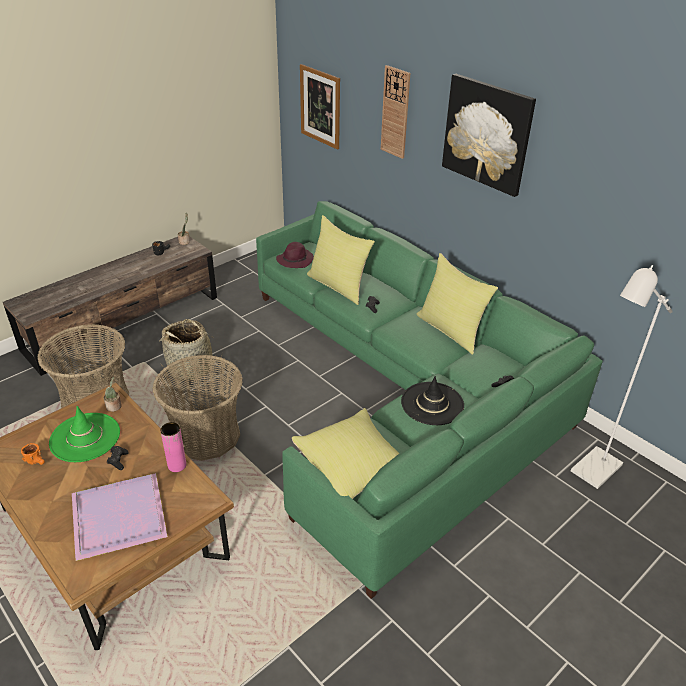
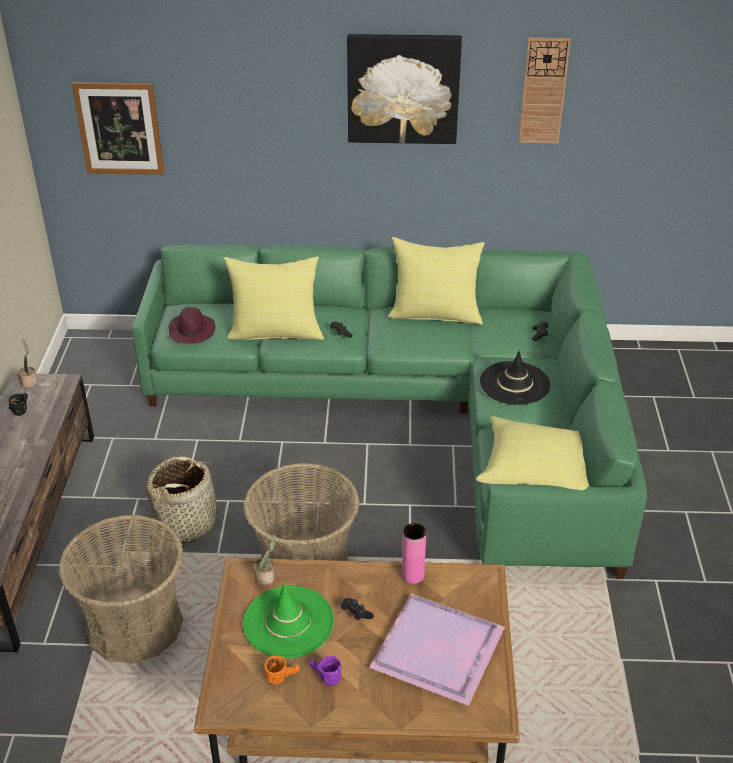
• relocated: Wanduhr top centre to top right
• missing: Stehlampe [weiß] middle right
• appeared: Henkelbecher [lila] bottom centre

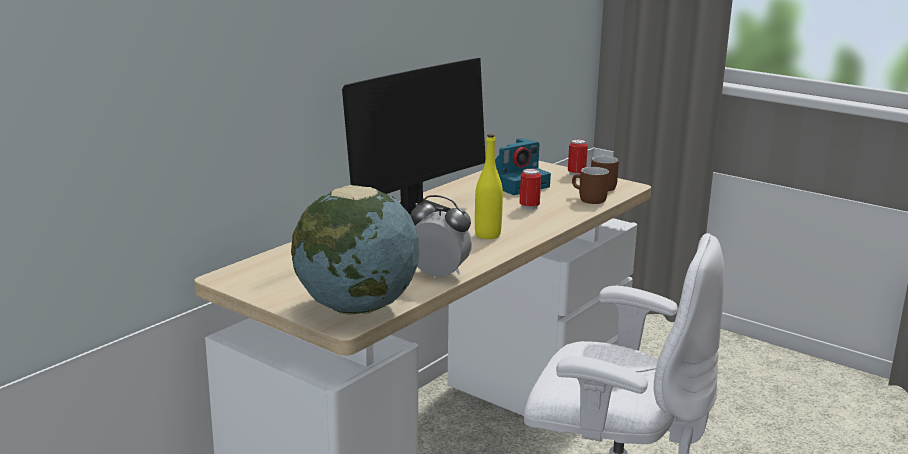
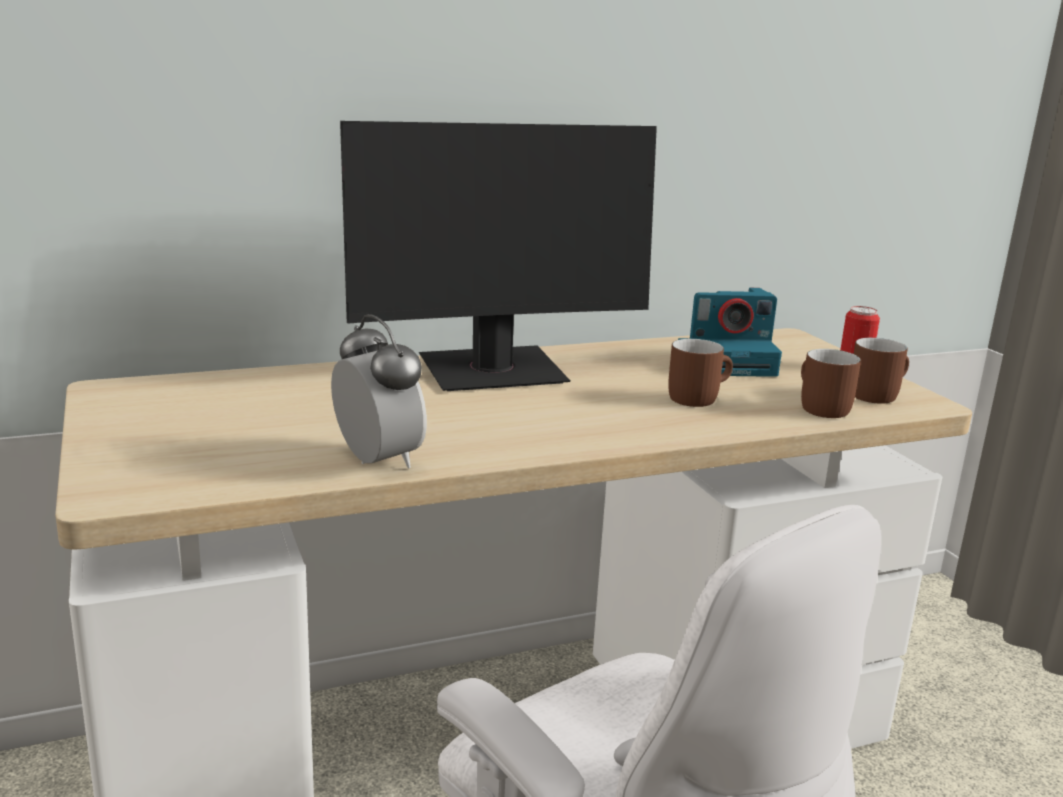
• missing: Globus centre
• missing: Flasche [gelb] centre
• exchanged: Dose (no. 1 from left) centre to Henkelbecher [braun] (no. 1 from left) centre

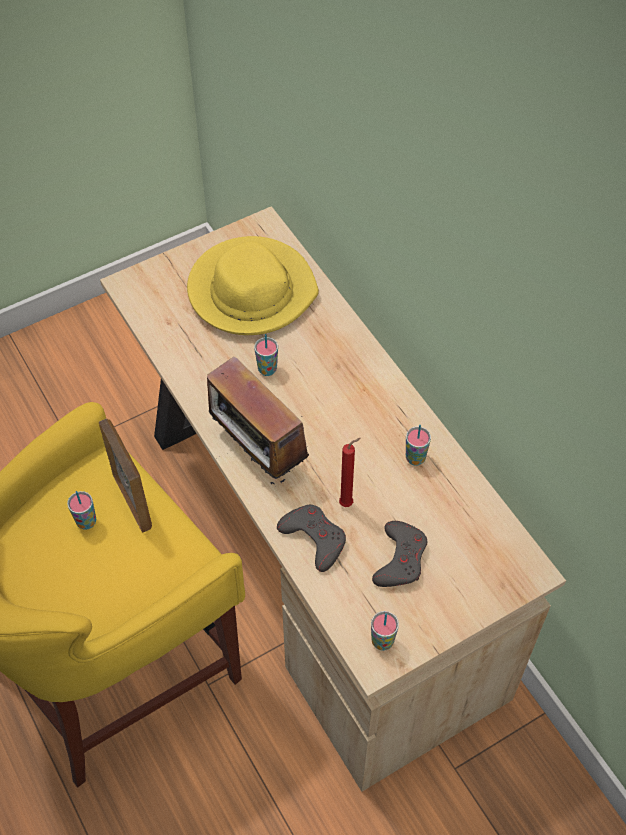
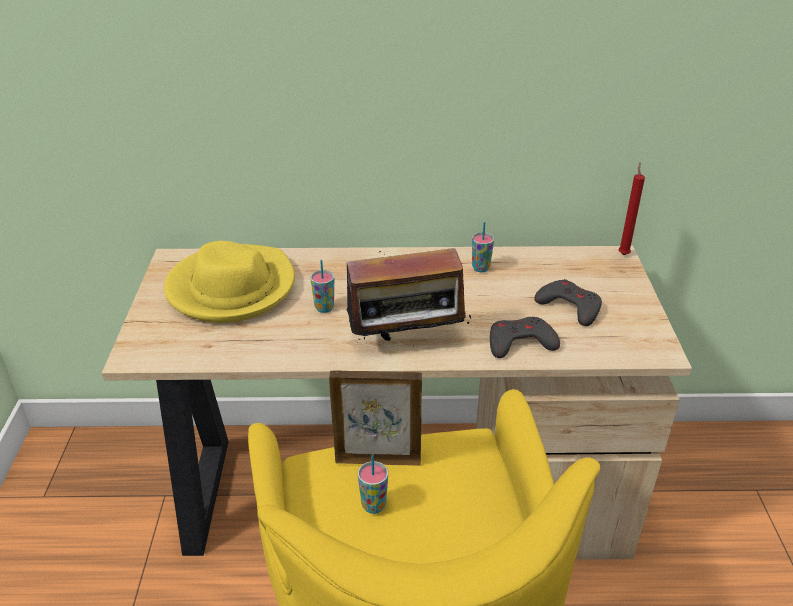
• relocated: Kerze [rot] centre to middle right
• missing: Tasse (no. 3 from left) bottom centre

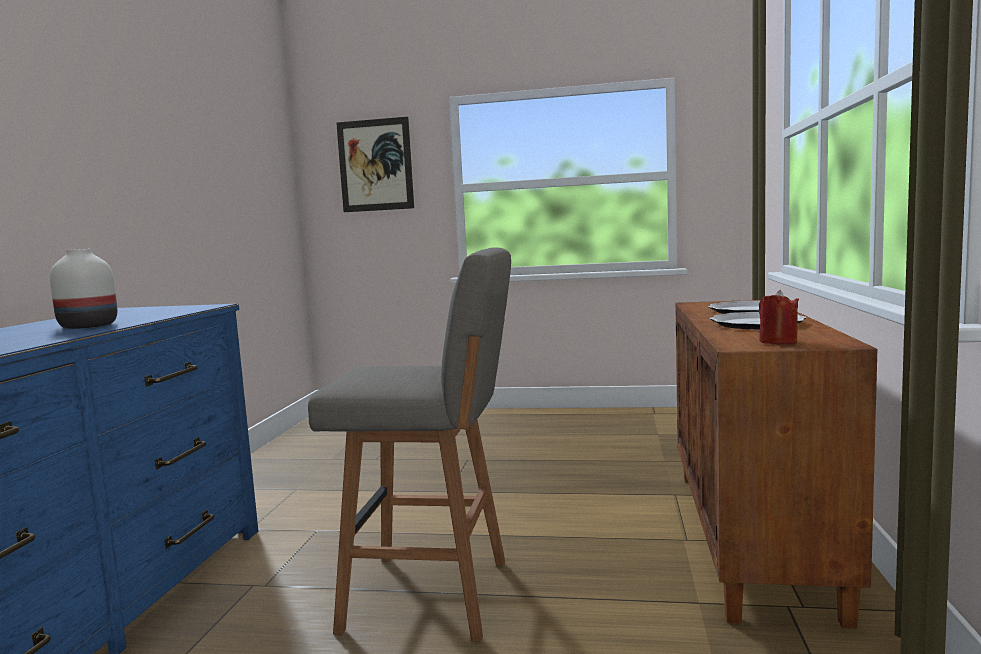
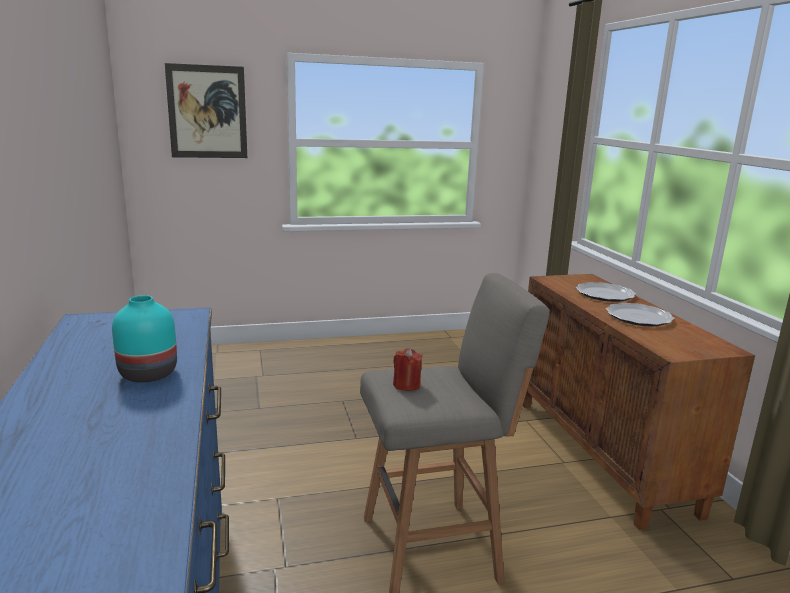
• colour: Vase [weiß] middle left to Vase [türkis] middle left
• relocated: Kerze [rot] middle right to centre

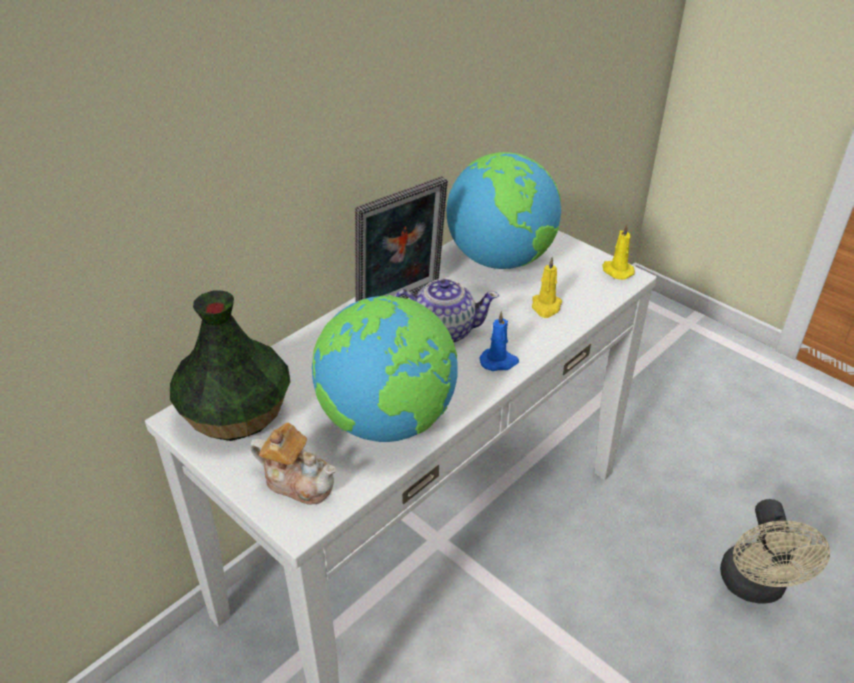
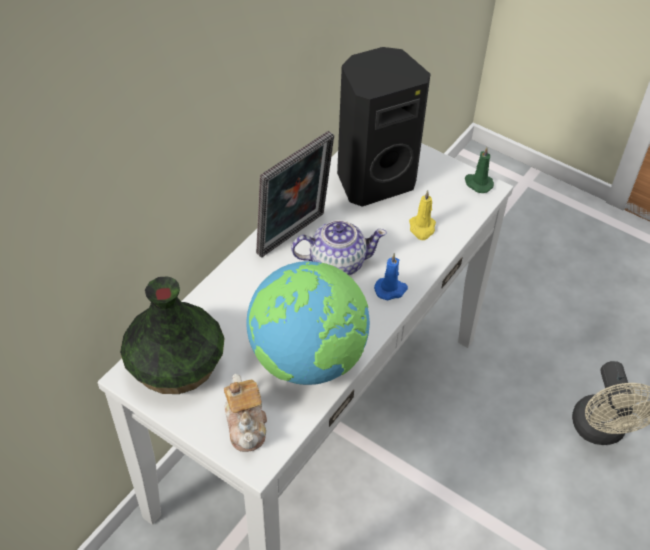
• spun: Teekanne (no. 1 from left) bottom centre = bottom centre 60 degrees clockwise
• exchanged: Globus (no. 2 from left) top centre to Lautsprecher [schwarz] top centre
• colour: Kerze [gelb] (no. 2 from left) middle right to Kerze [grün] top right

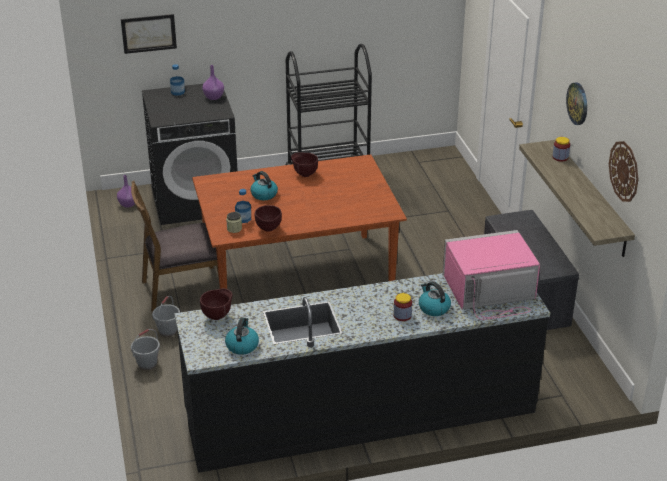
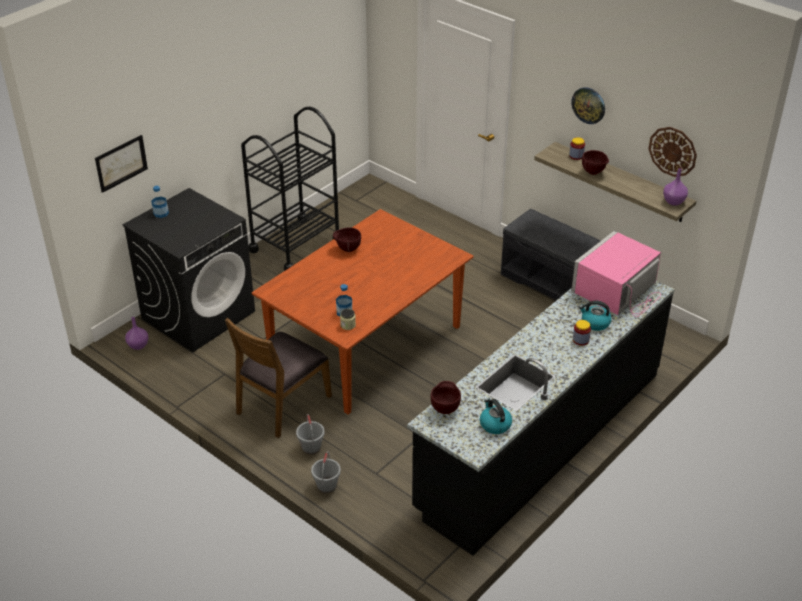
• relocated: Vase [lila] (no. 2 from left) top left to top right
• missing: Wasserkessel (no. 2 from left) centre
• relocated: Schüssel [braun] (no. 2 from left in the first image) centre to Schüssel [braun] (no. 3 from left) top right

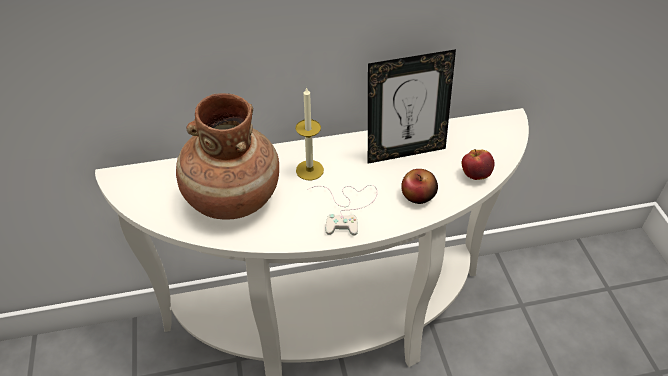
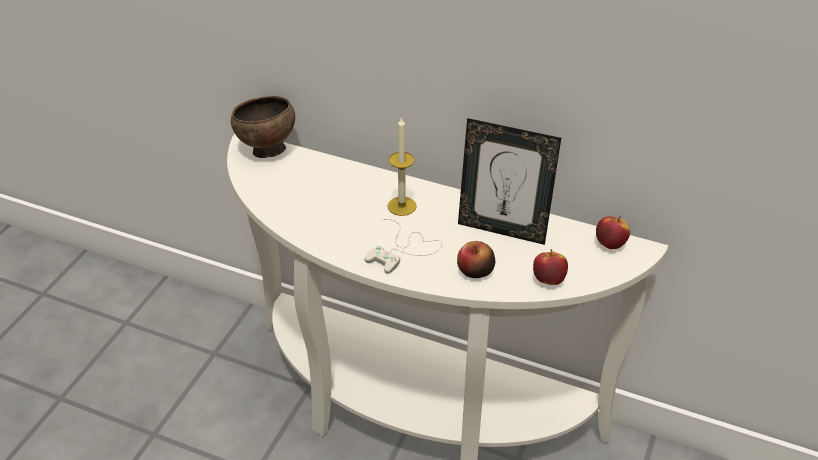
• missing: Vase [braun] centre
• appeared: Schüssel [braun] top left
• appeared: Apfel (no. 3 from left) middle right

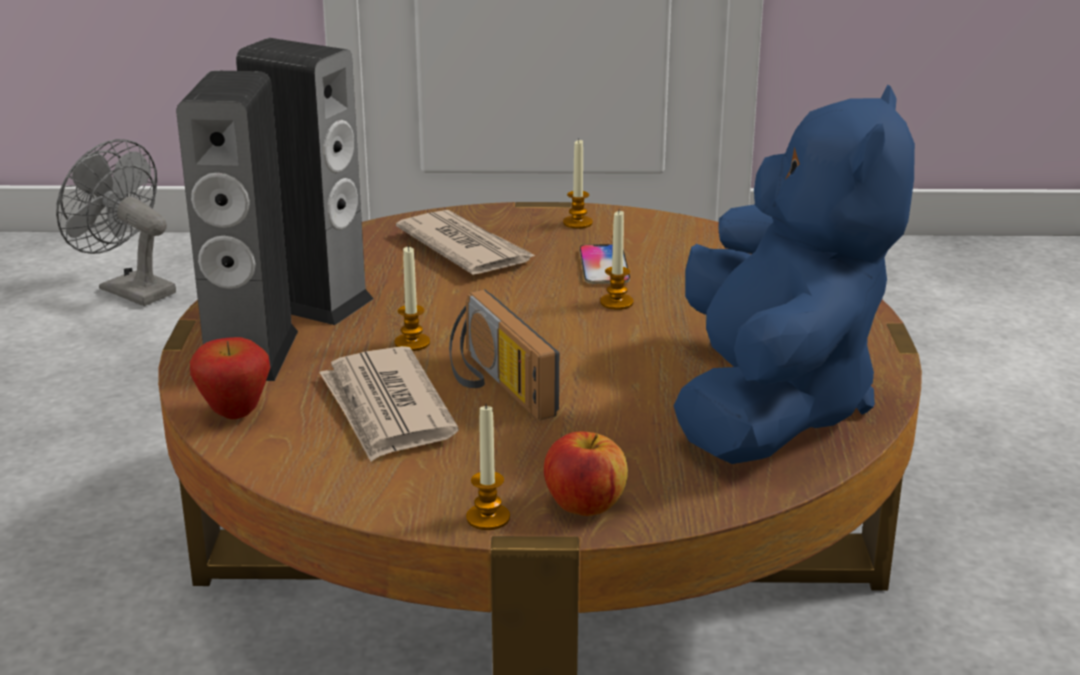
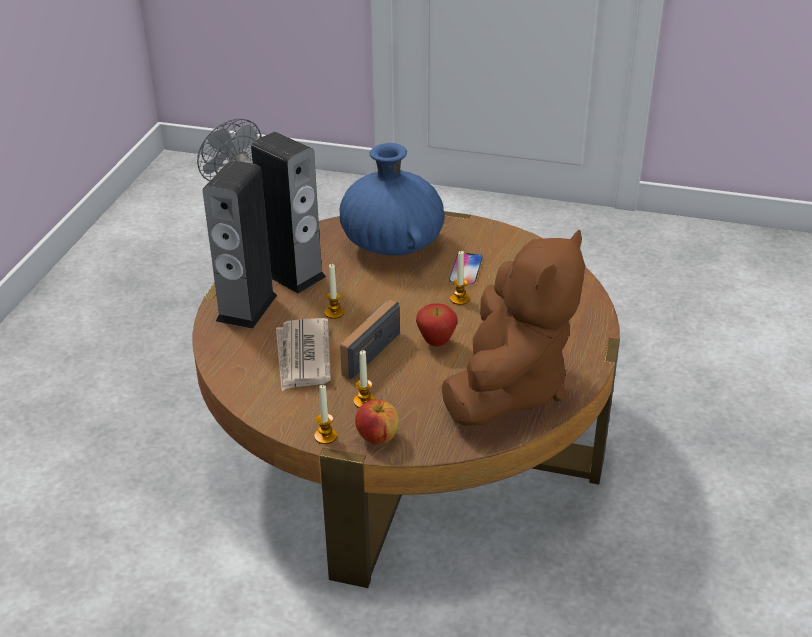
• relocated: Apfel (no. 1 from left in the first image) middle left to Apfel (no. 2 from left) centre
• exchanged: Zeitung (no. 2 from left) centre to Vase [blau] top centre
• spun: Radio centre = centre 45 degrees clockwise
• relocated: Kerze (no. 3 from left) top centre to centre
• colour: Plüschtier [blau] middle right to Plüschtier [braun] centre

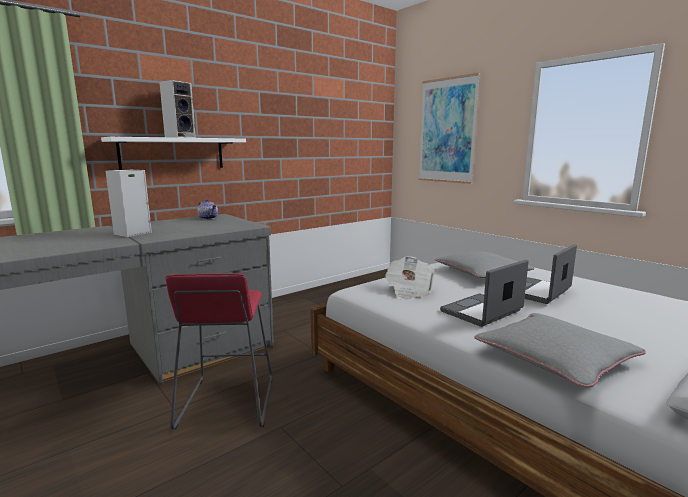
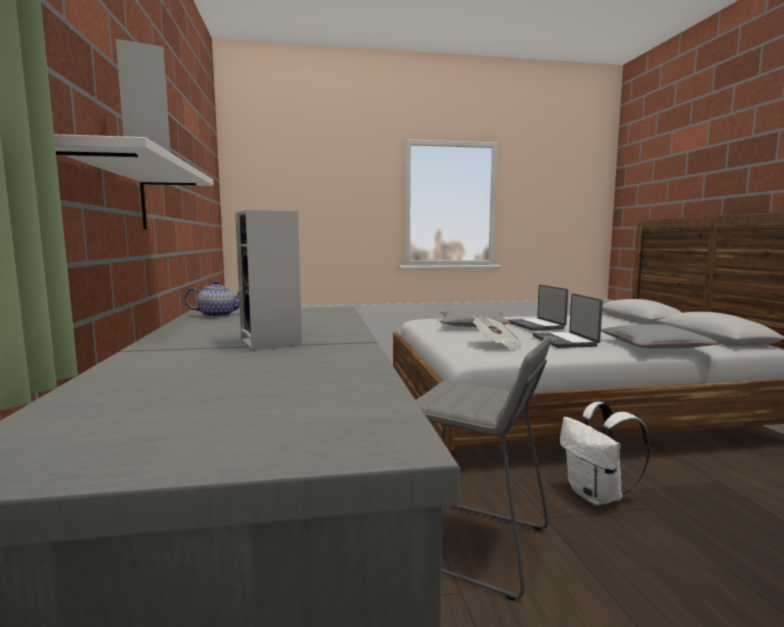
• colour: Hocker [rot] bottom left to Hocker [grau] bottom centre
• missing: Bild top centre
• appeared: Rucksack [weiß] bottom right

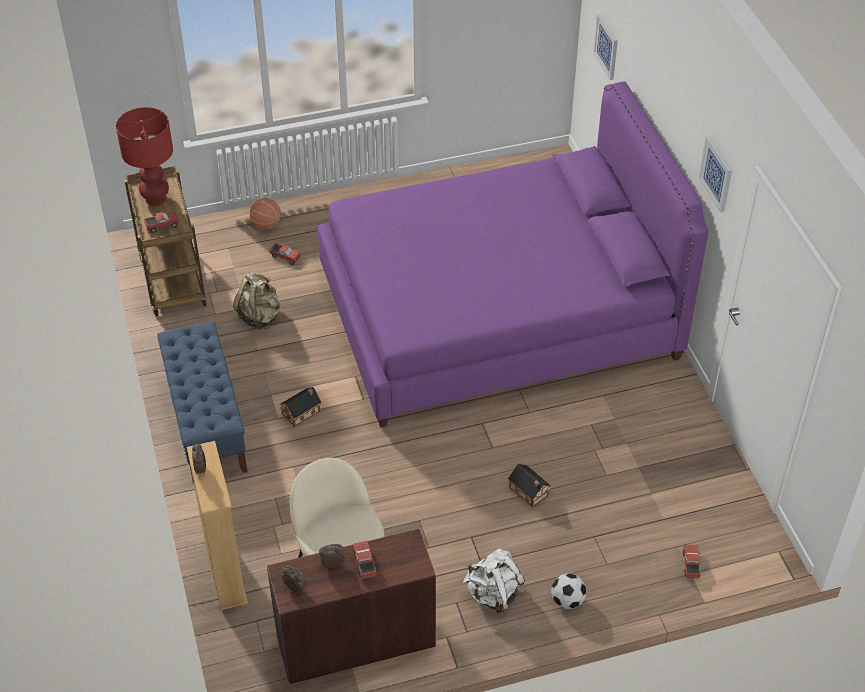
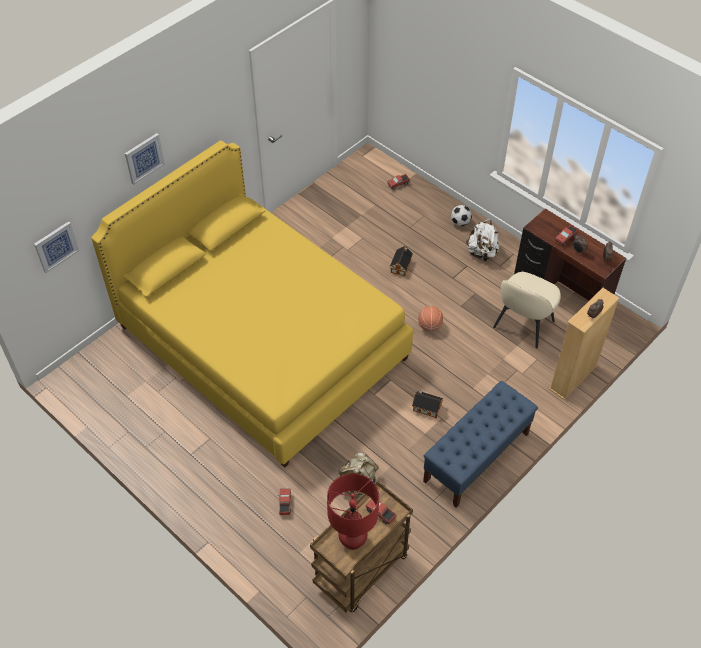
• relocated: Basketball top left to centre
• colour: Bett [lila] centre to Bett [gelb] centre
• relocated: Bild (no. 2 from left) top right to top left

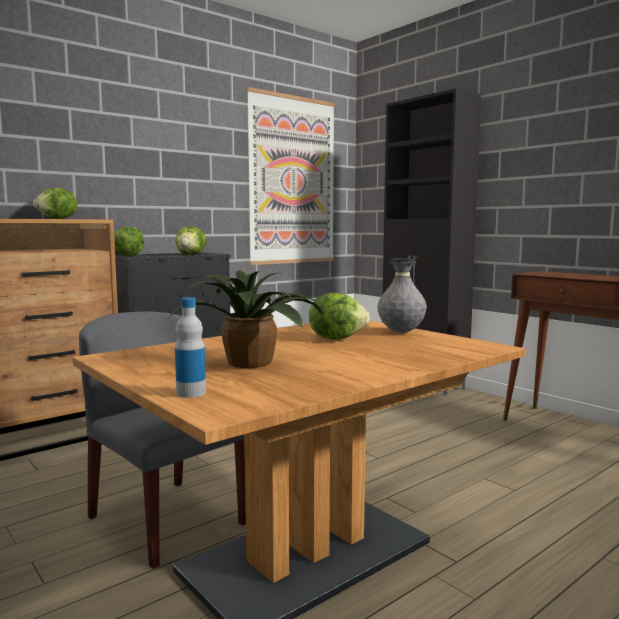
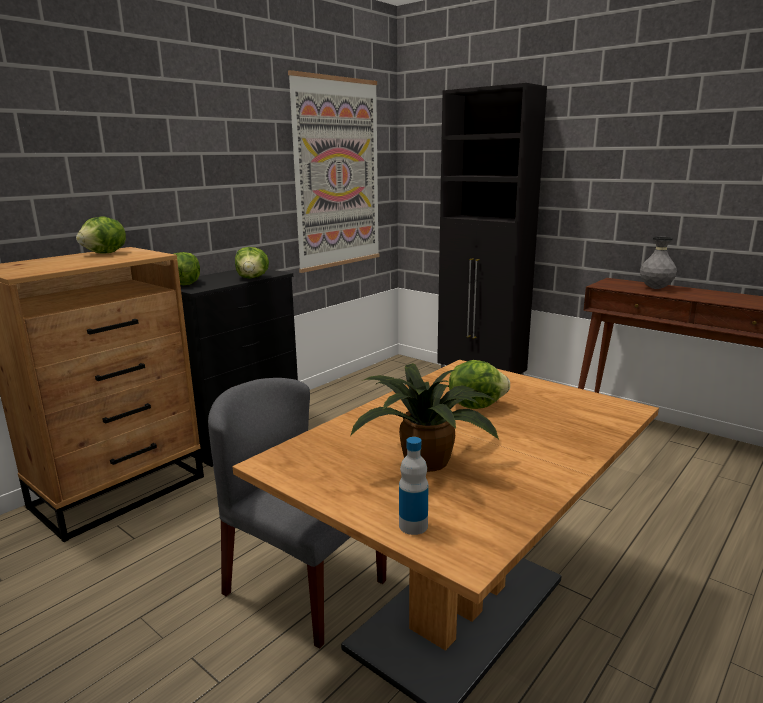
• relocated: Vase [grau] centre to middle right

